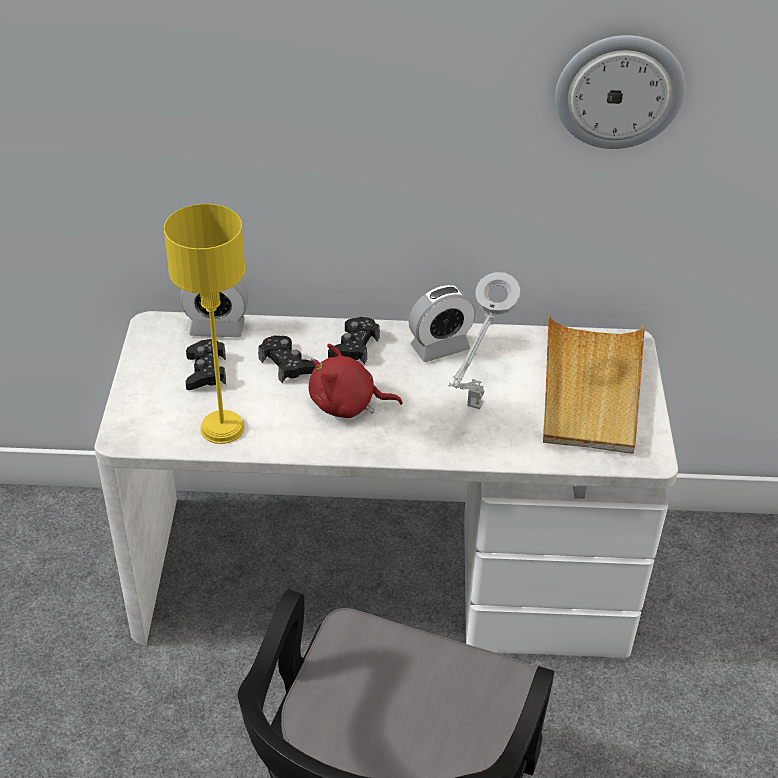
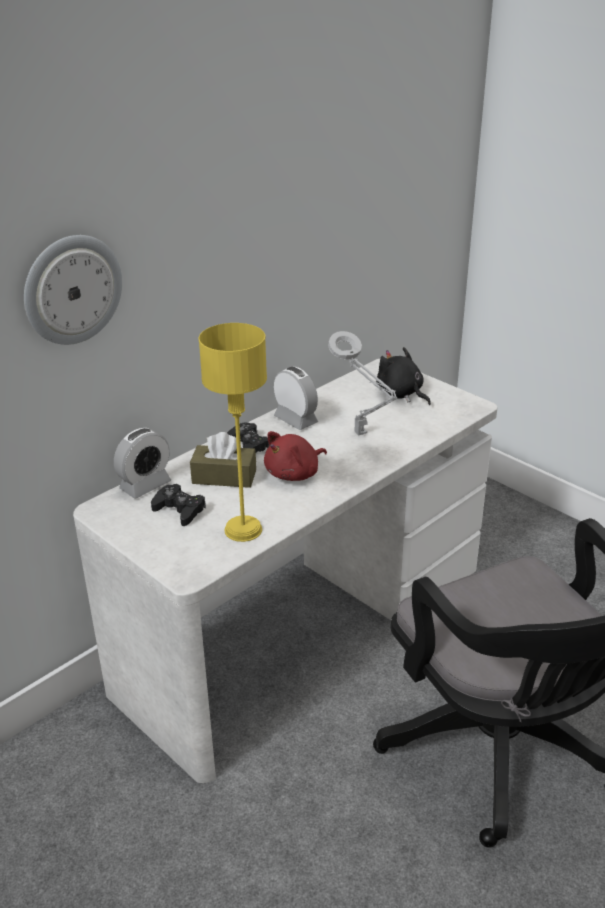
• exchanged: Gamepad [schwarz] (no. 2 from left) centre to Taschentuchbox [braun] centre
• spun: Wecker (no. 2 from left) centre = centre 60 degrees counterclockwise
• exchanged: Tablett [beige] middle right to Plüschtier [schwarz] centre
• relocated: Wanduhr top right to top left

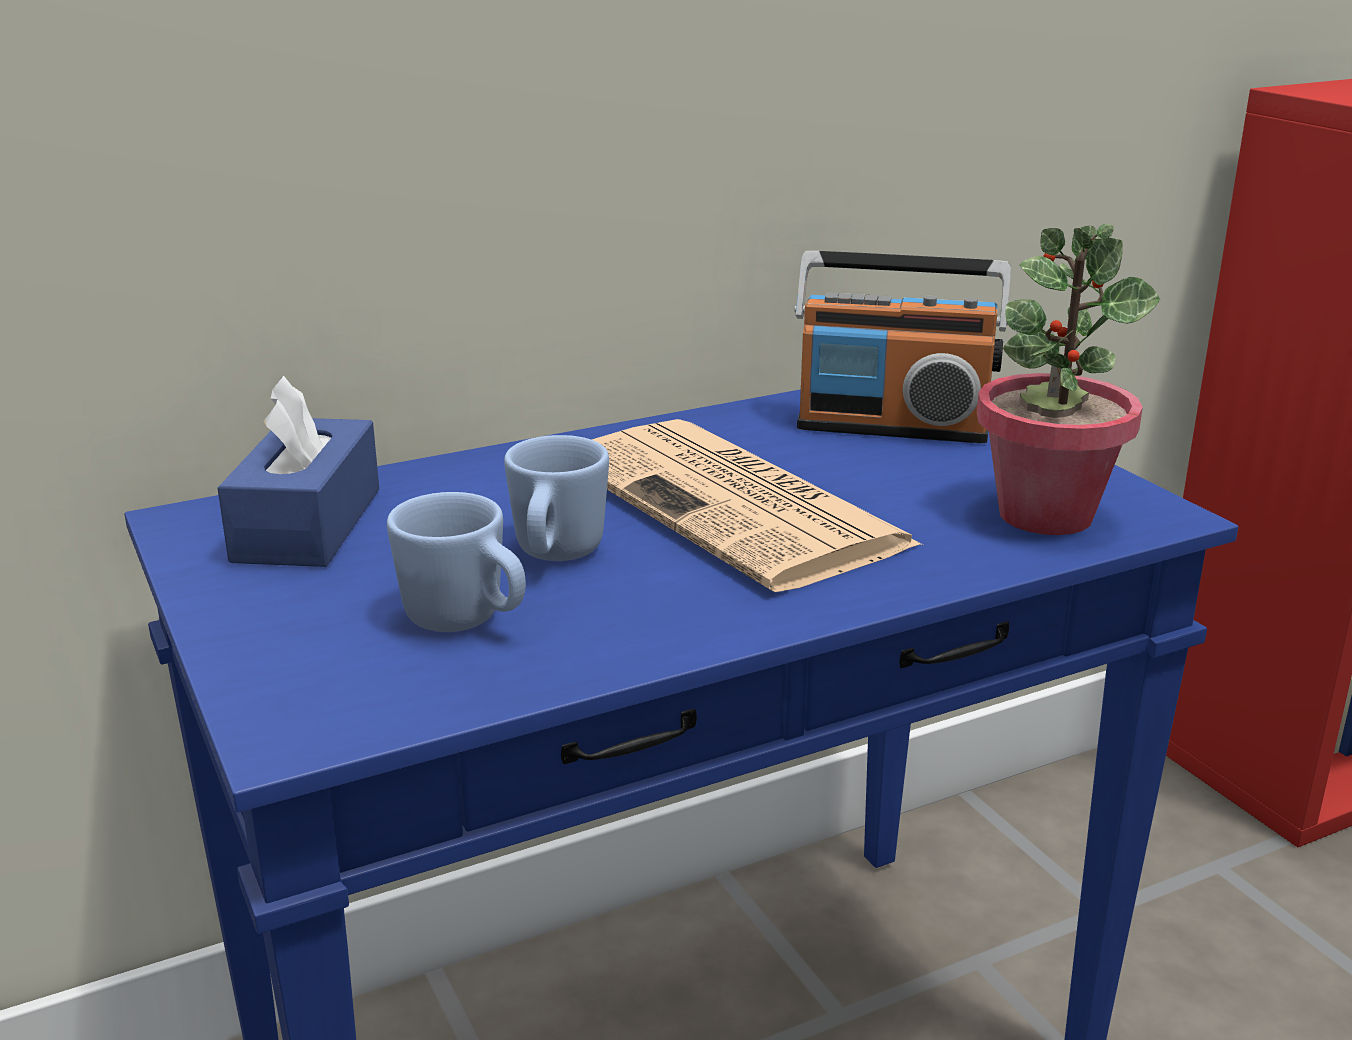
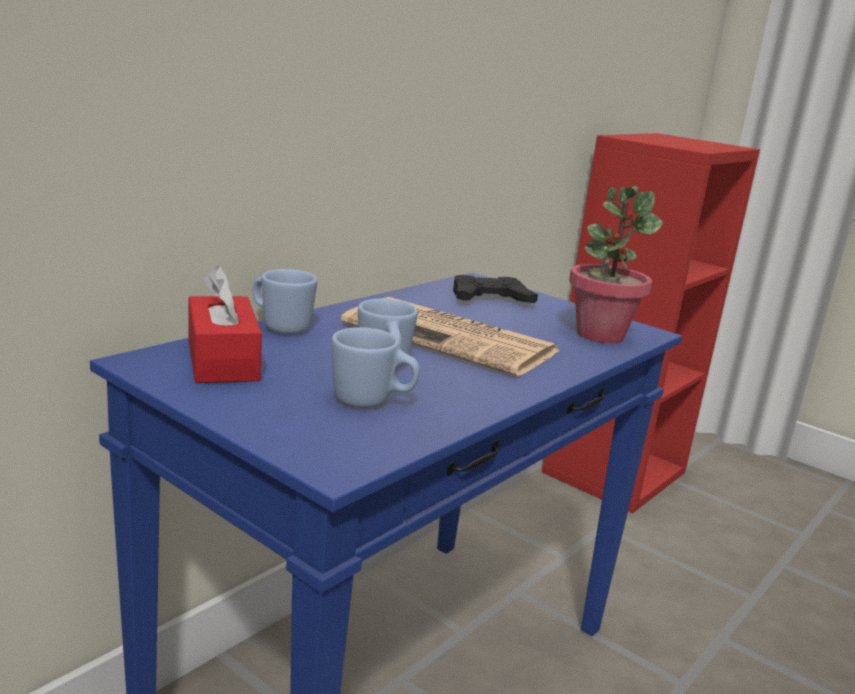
• colour: Taschentuchbox [blau] middle left to Taschentuchbox [rot] middle left
• exchanged: Radio middle right to Gamepad [schwarz] centre
• appeared: Henkelbecher [blau] (no. 1 from left) centre

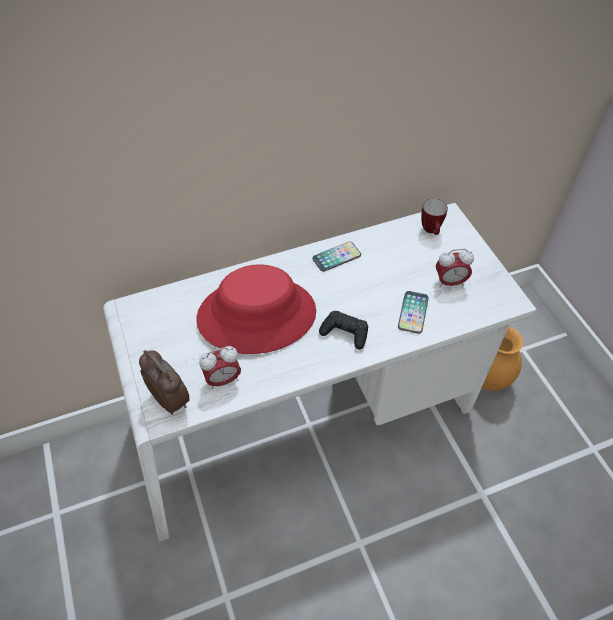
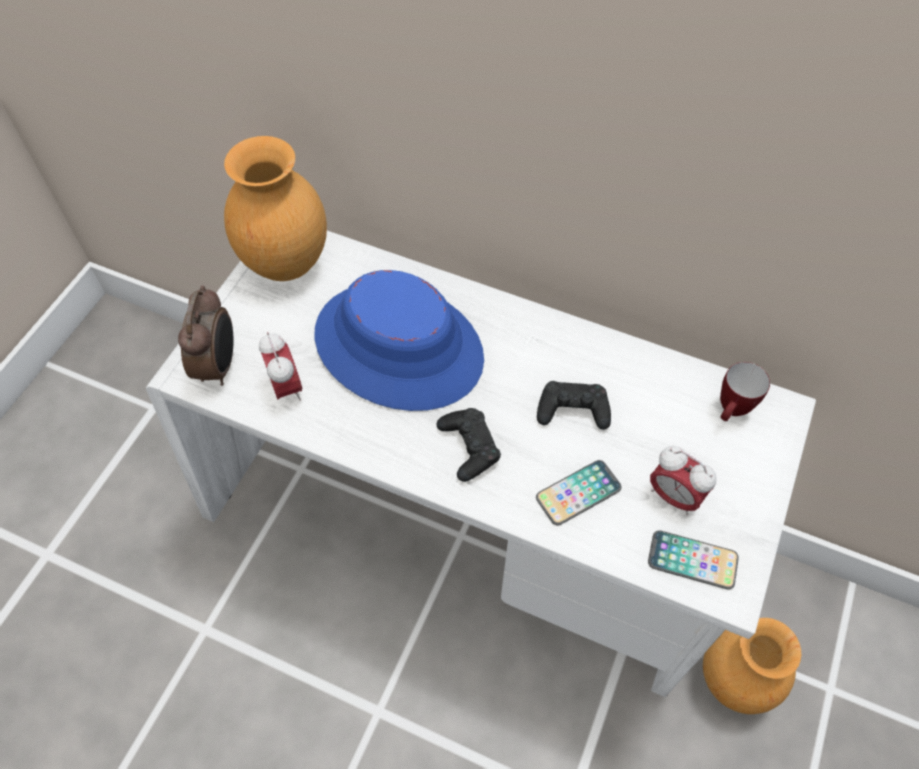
• colour: Hut [rot] centre to Hut [blau] centre
• spun: Wecker (no. 2 from left) centre = middle left 135 degrees counterclockwise
• relocated: Handy (no. 1 from left in the first image) centre to Handy (no. 2 from left) bottom right
• appeared: Vase [braun] (no. 1 from left) top left
• appeared: Gamepad [schwarz] (no. 2 from left) centre

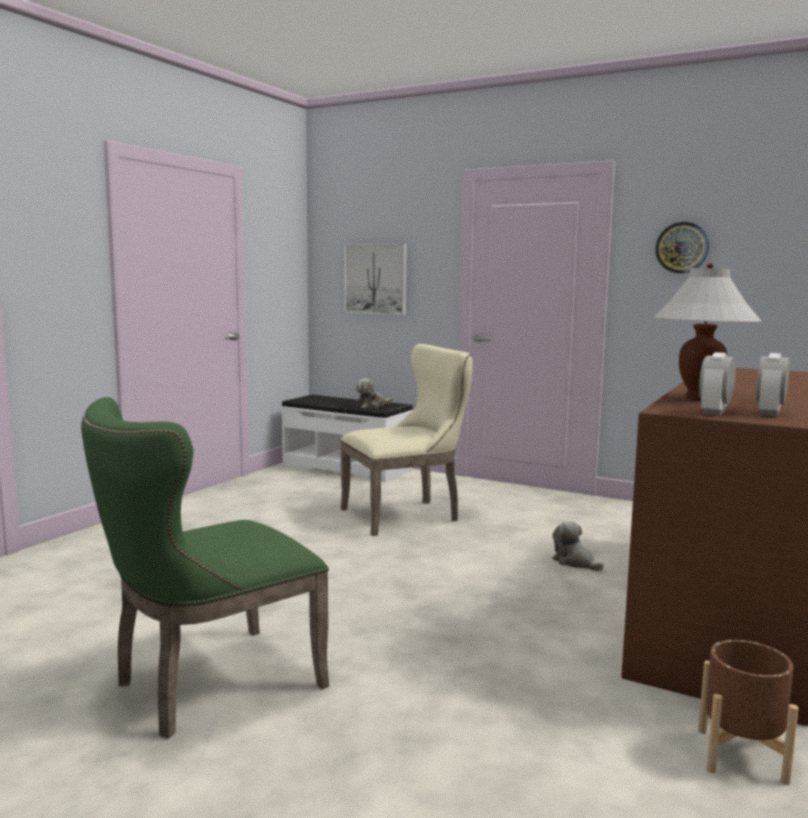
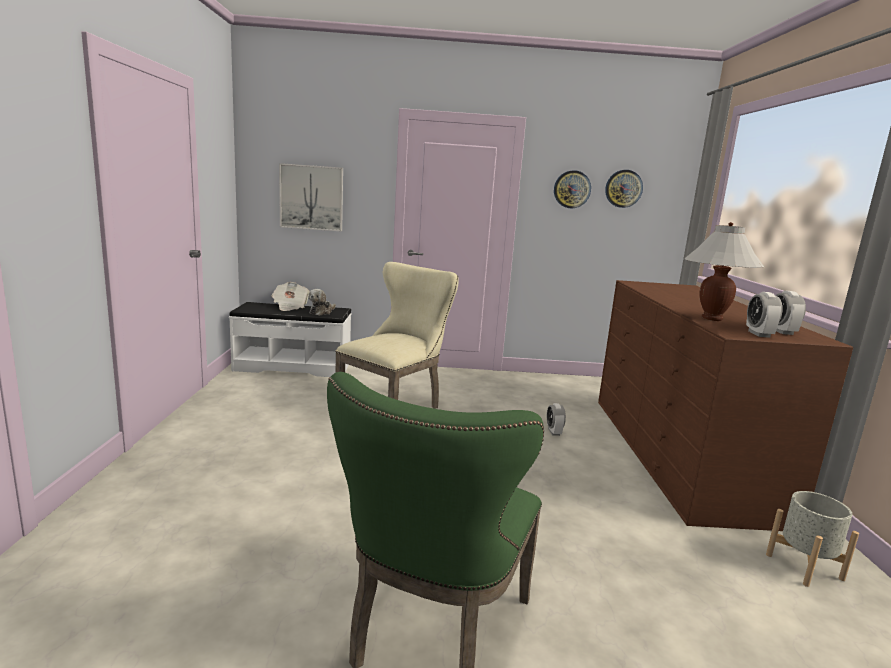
• exchanged: Plüschtier (no. 2 from left) bottom right to Wecker (no. 1 from left) centre
• colour: Pflanzkübel [braun] bottom right to Pflanzkübel [grau] bottom right
• appeared: Zeitung middle left
• appeared: Wanduhr (no. 2 from left) top right

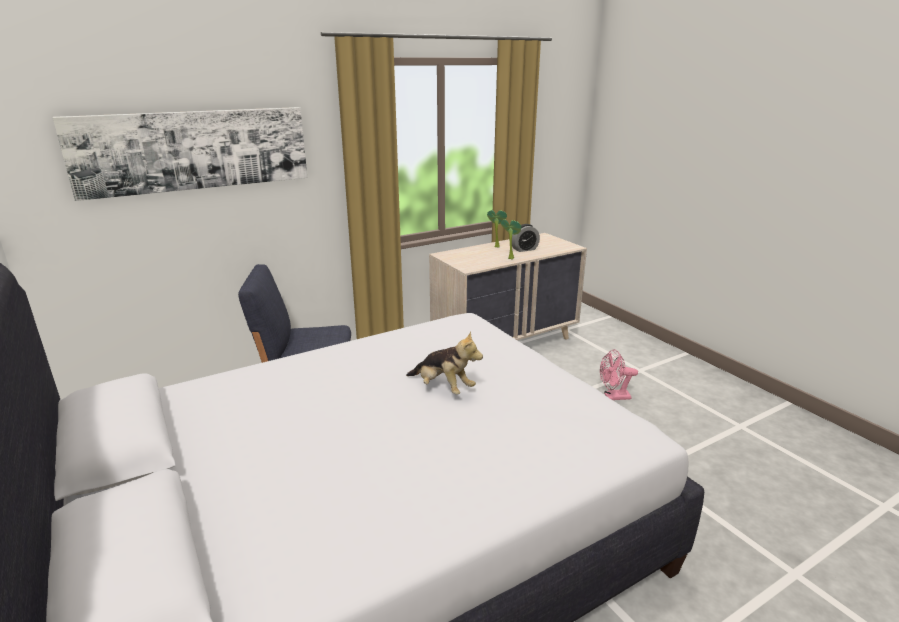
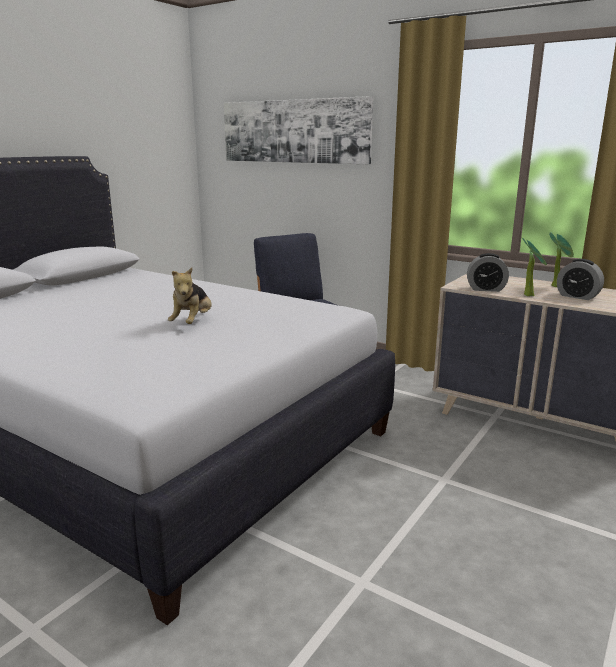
• missing: Ventilator [rosa] middle right
• appeared: Wecker (no. 1 from left) middle right

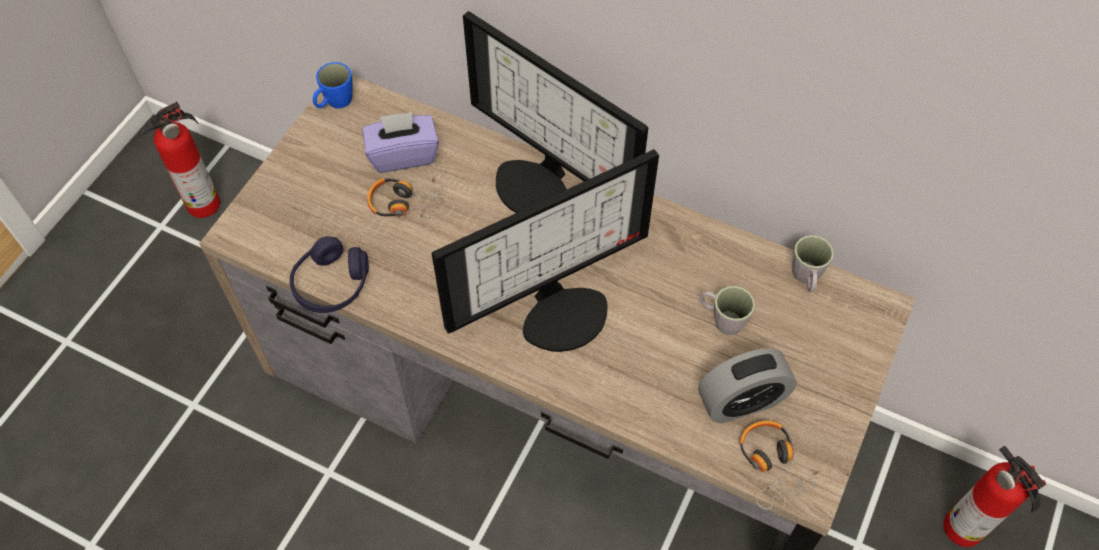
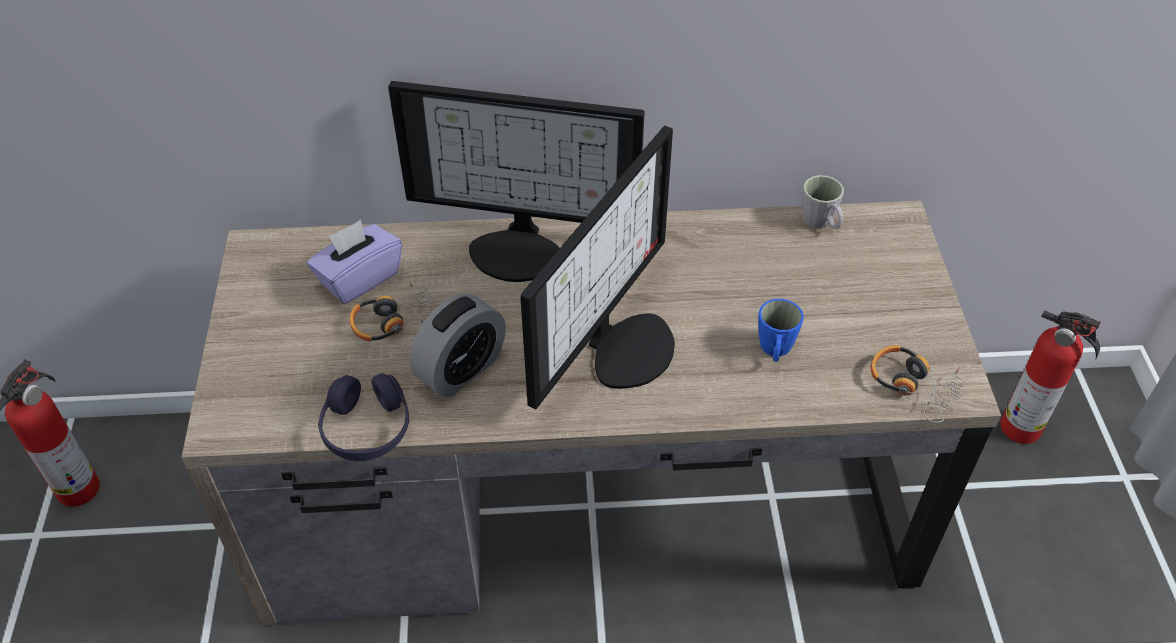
• relocated: Henkelbecher [blau] top left to centre
• relocated: Wecker bottom right to centre
• missing: Henkelbecher [grau] (no. 1 from left) centre

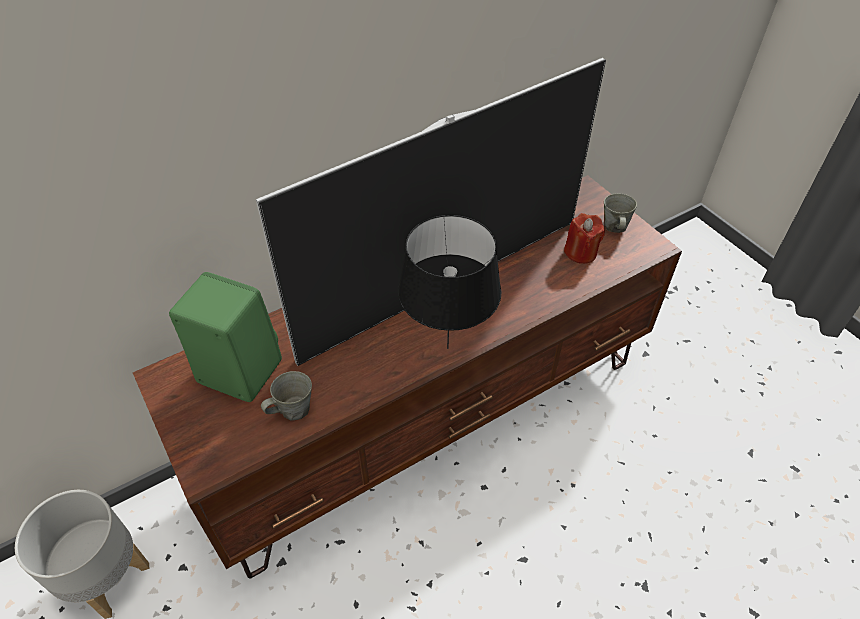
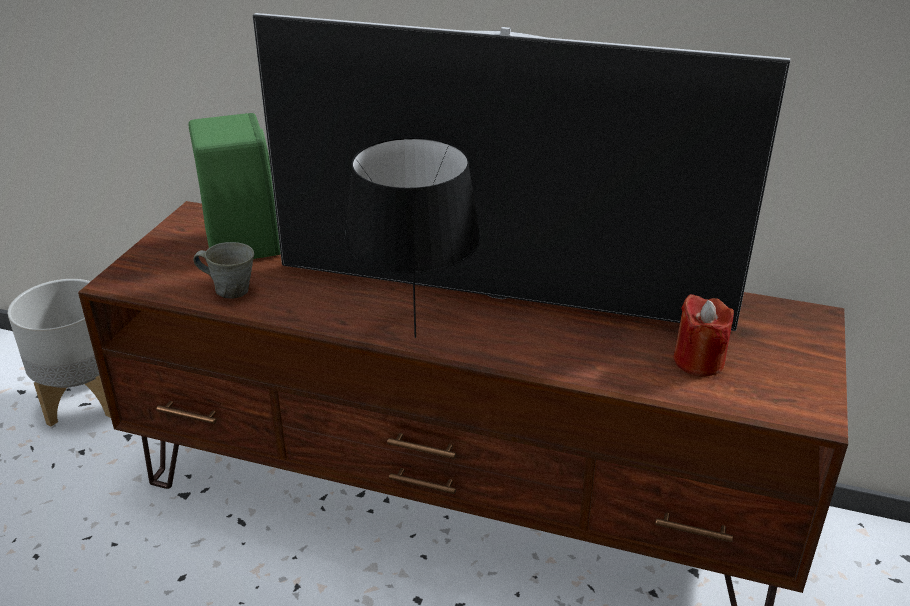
• missing: Henkelbecher [grau] (no. 2 from left) middle right

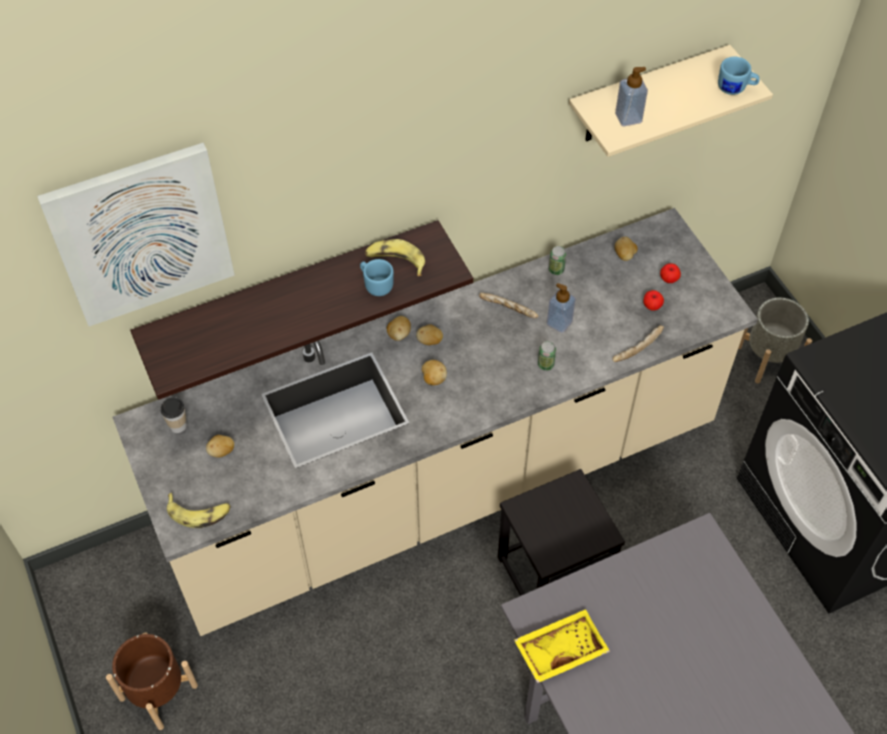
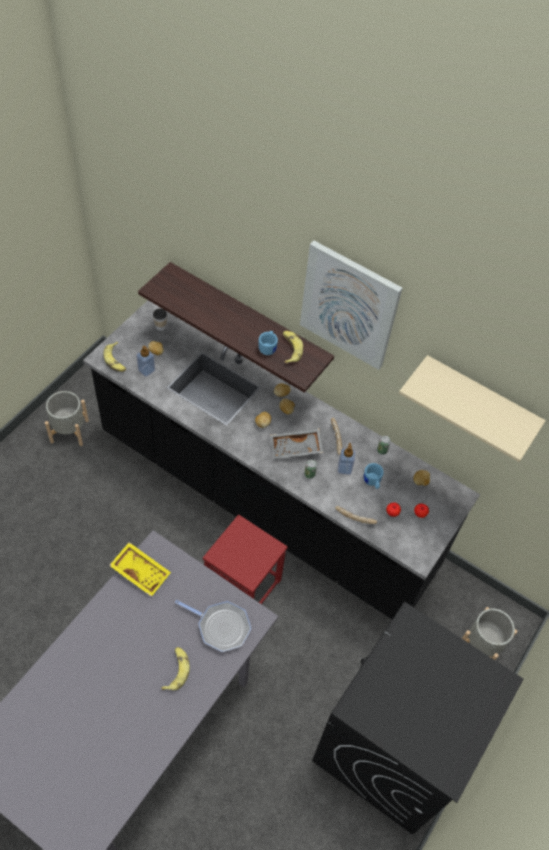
• relocated: Bild top left to centre
• colour: Pflanzkübel [braun] bottom left to Pflanzkübel [grau] (no. 1 from left) middle left
• colour: Küchenzeile [beige] centre to Küchenzeile [schwarz] centre
• colour: Hocker [schwarz] bottom centre to Hocker [rot] centre
• relocated: Seifenspender (no. 2 from left in the first image) top right to Seifenspender (no. 1 from left) middle left
• relocated: Henkelbecher [blau] (no. 2 from left) top right to middle right
• appeared: Banane (no. 2 from left) bottom left
• appeared: Pfanne bottom centre
• appeared: Tablett [grau] centre

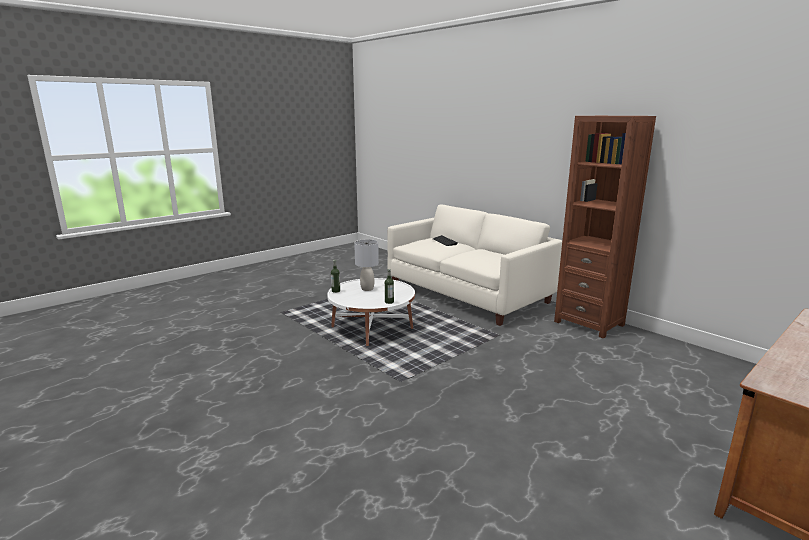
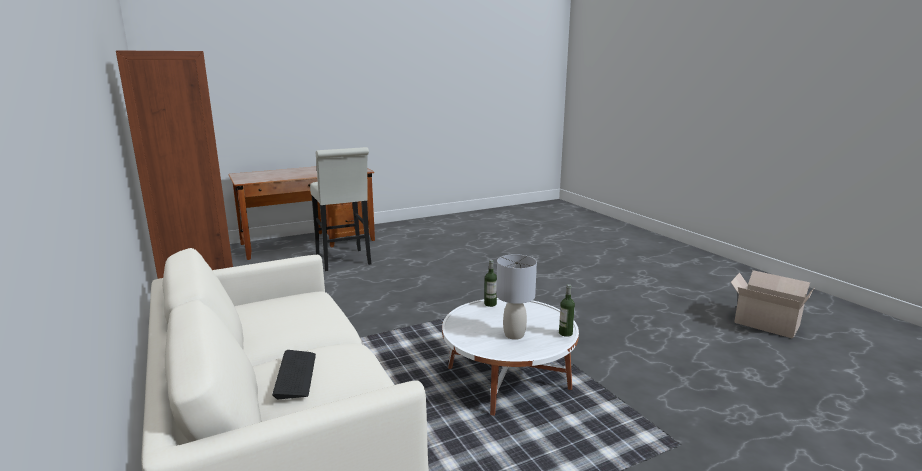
• appeared: Hocker [weiß] centre
• appeared: Karton middle right

